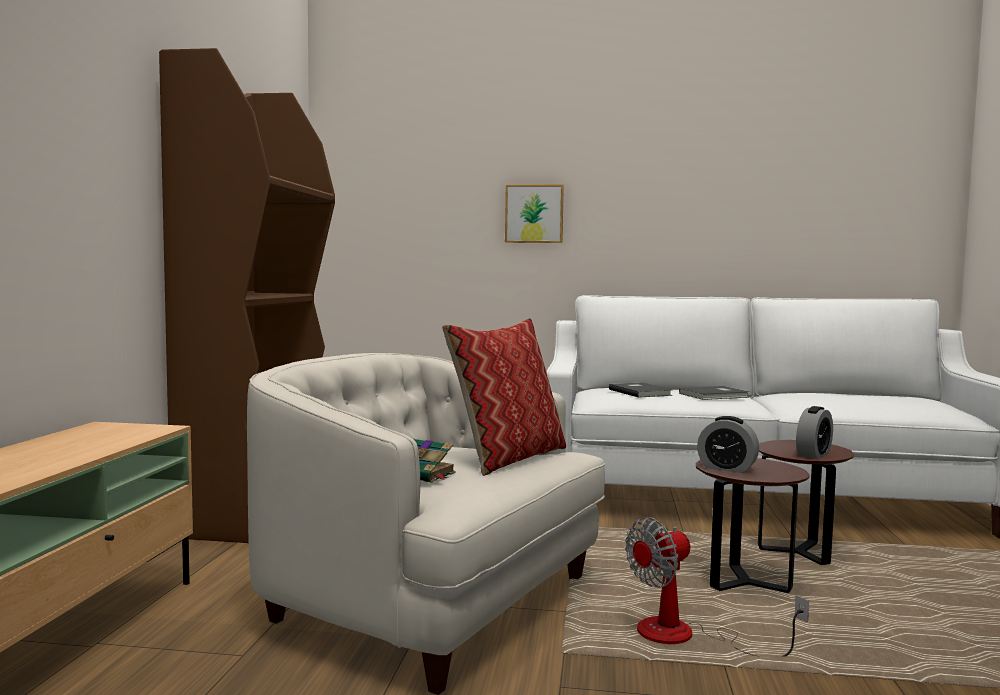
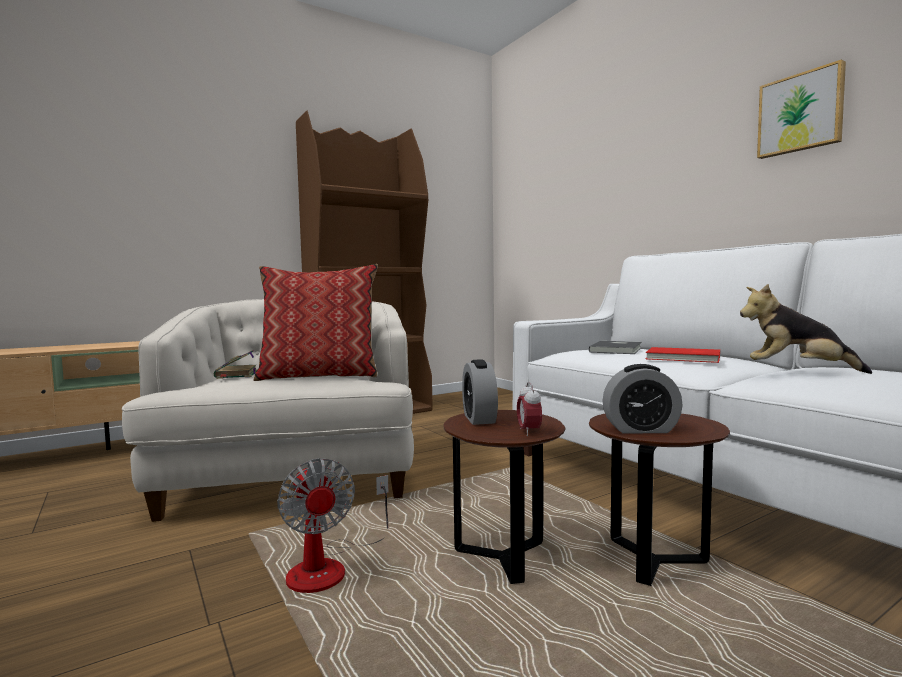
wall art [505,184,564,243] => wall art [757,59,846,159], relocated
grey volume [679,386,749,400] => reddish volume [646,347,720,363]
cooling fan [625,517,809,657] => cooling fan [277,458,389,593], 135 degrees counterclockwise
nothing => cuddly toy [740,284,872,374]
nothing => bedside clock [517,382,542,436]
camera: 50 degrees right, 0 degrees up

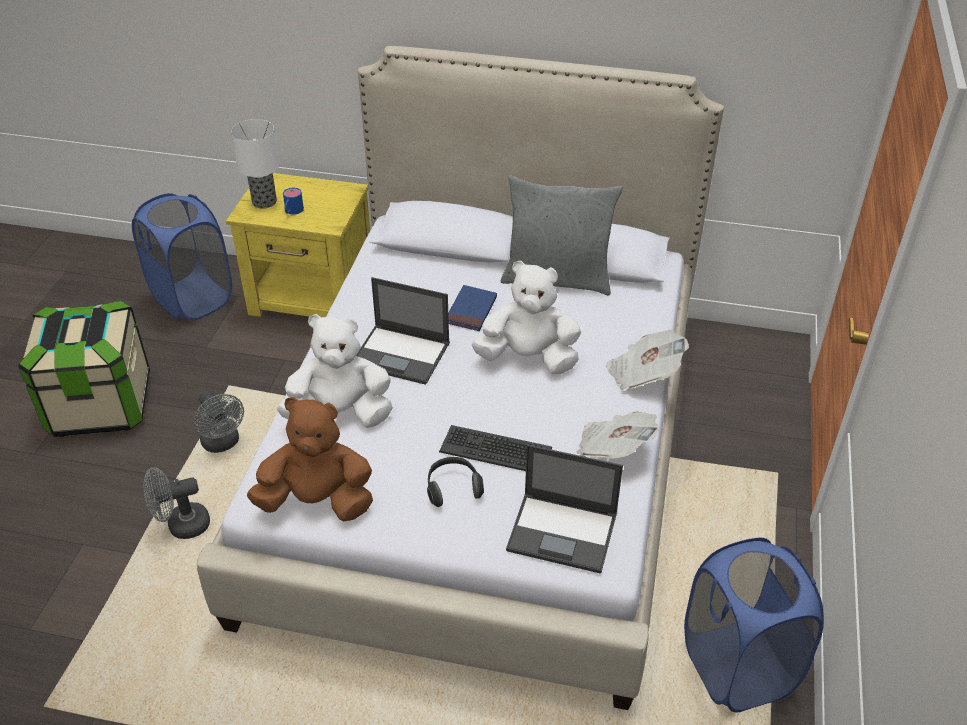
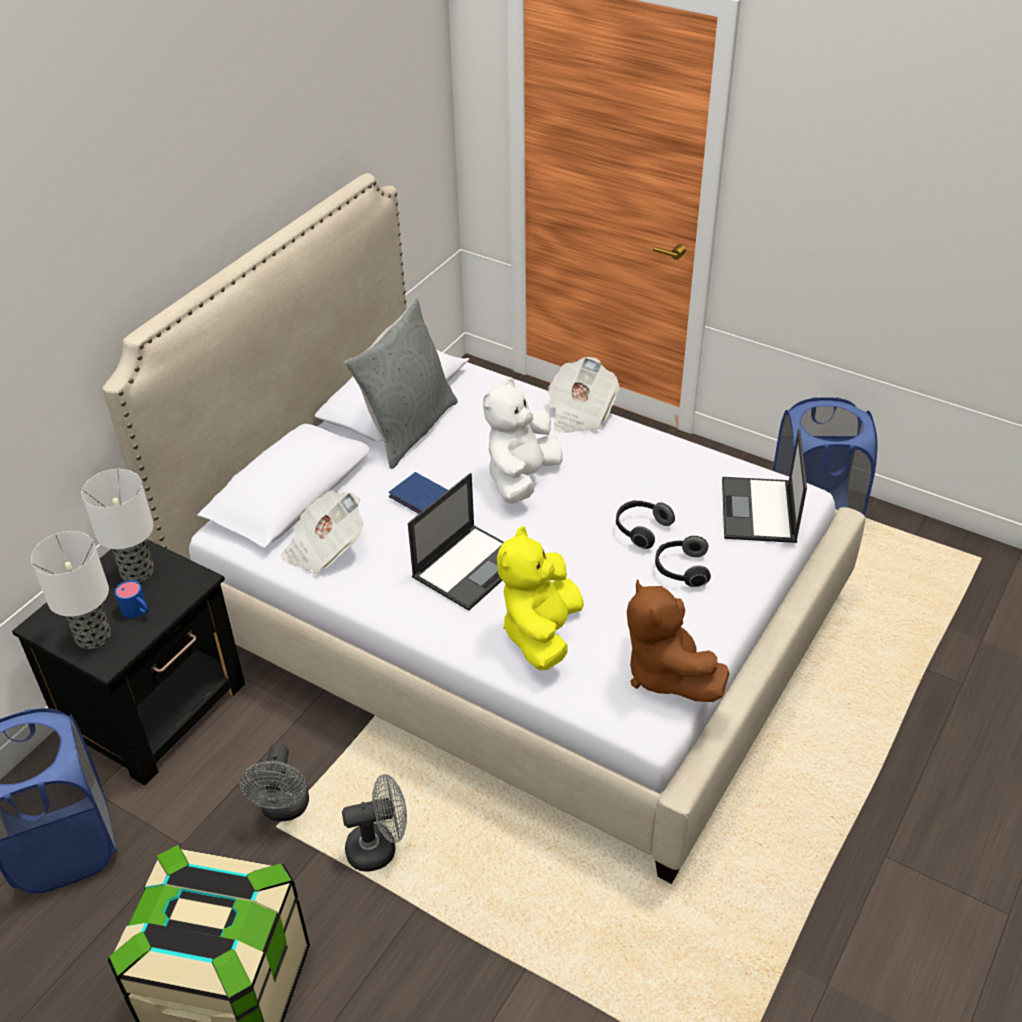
yellow-coloured bedside table [226,173,370,317] => black bedside table [12,539,245,785]
whitish cuddly toy [277,314,393,428] => yellow-coloured cuddly toy [497,526,584,670]
brown cuddly toy [247,397,373,522] => brown cuddly toy [627,579,730,702], 45 degrees counterclockwise
newspaper [576,411,658,459] => newspaper [281,491,363,574], relocated
computer keyboard [439,425,552,471] => headset [616,500,675,549]
notebook computer [506,445,623,574] => notebook computer [722,428,807,543], 150 degrees clockwise
grey cooling fan [143,467,210,539] => grey cooling fan [239,744,309,821], relocated
nothing => tabletop lamp [82,469,154,582]
camera: 70 degrees left, 0 degrees up

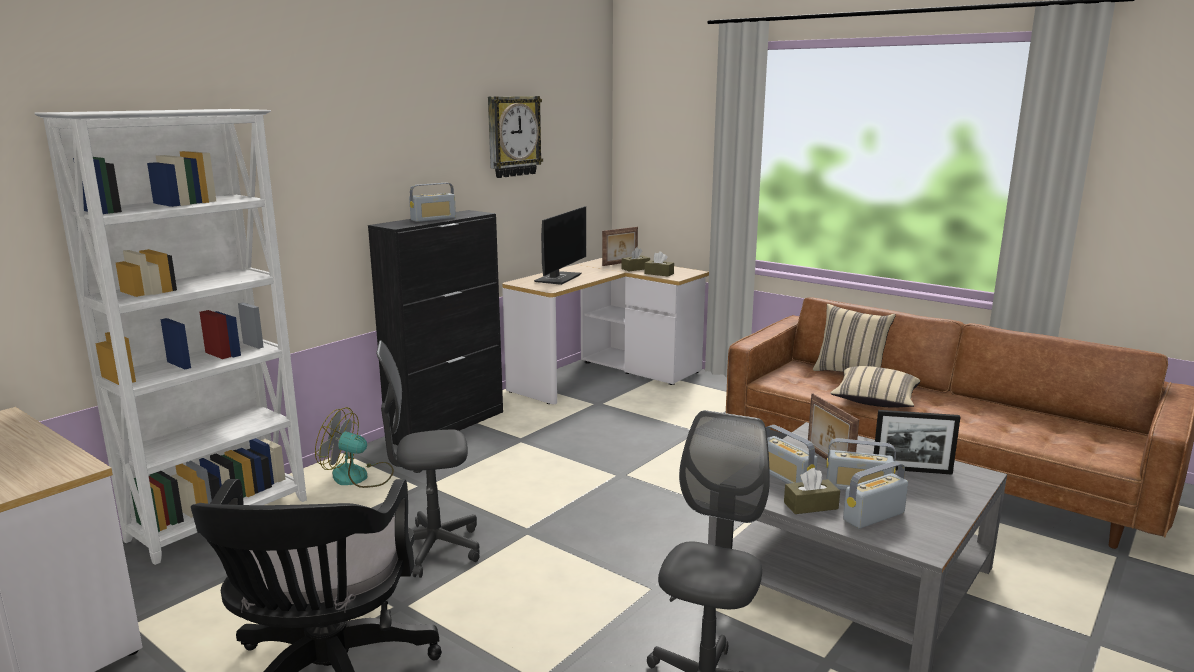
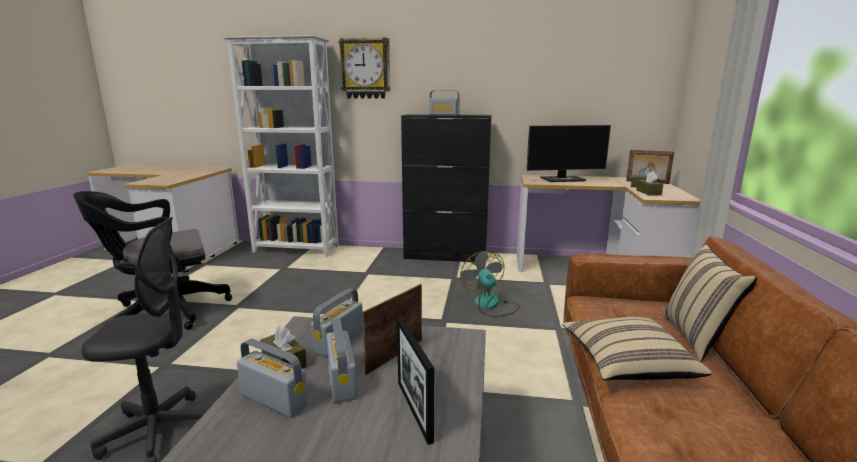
clock on the wall [488,96,543,178] => clock on the wall [338,38,390,99], relocated
grey desk chair [376,341,480,578] => nothing
cooling fan [315,407,394,488] => cooling fan [460,251,520,317], relocated
camera: 60 degrees right, 0 degrees up

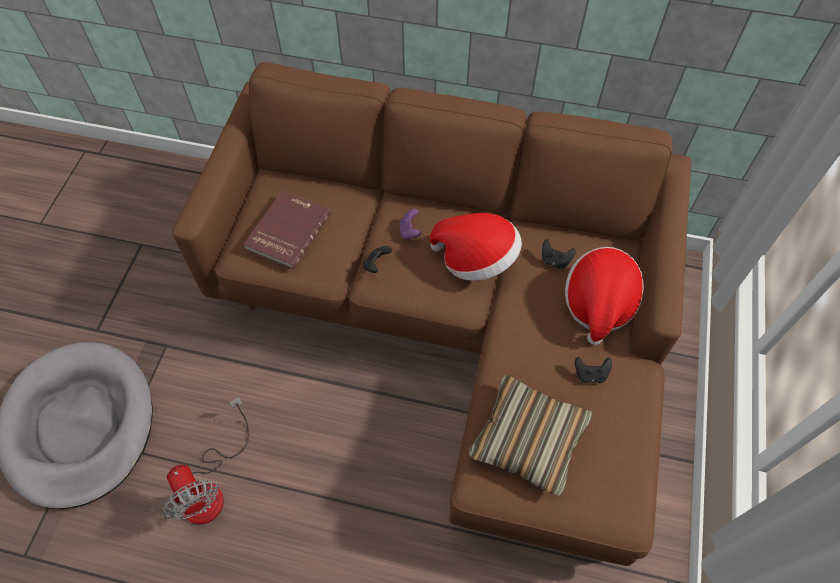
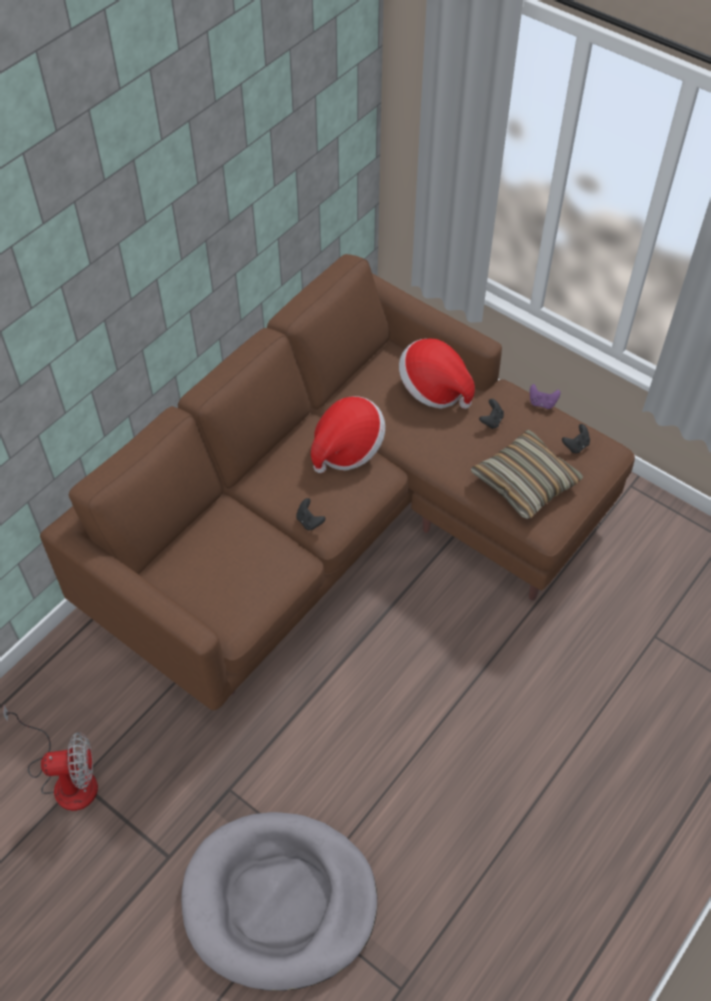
reddish volume [243,190,331,269] => nothing
purplish gamepad [399,209,422,240] => purplish gamepad [530,384,560,409], relocated
black gamepad [542,239,576,269] => black gamepad [562,424,590,453], relocated
cooling fan [163,397,249,524] => cooling fan [3,705,98,811], relocated
camera: 65 degrees left, 5 degrees down

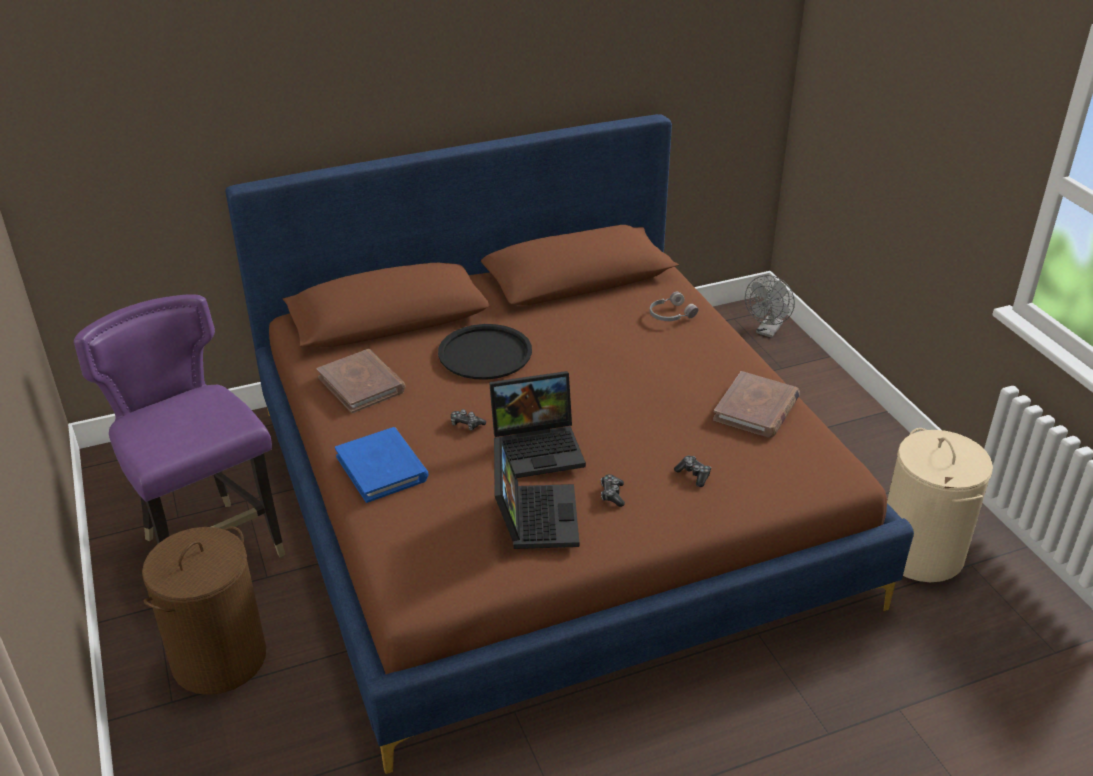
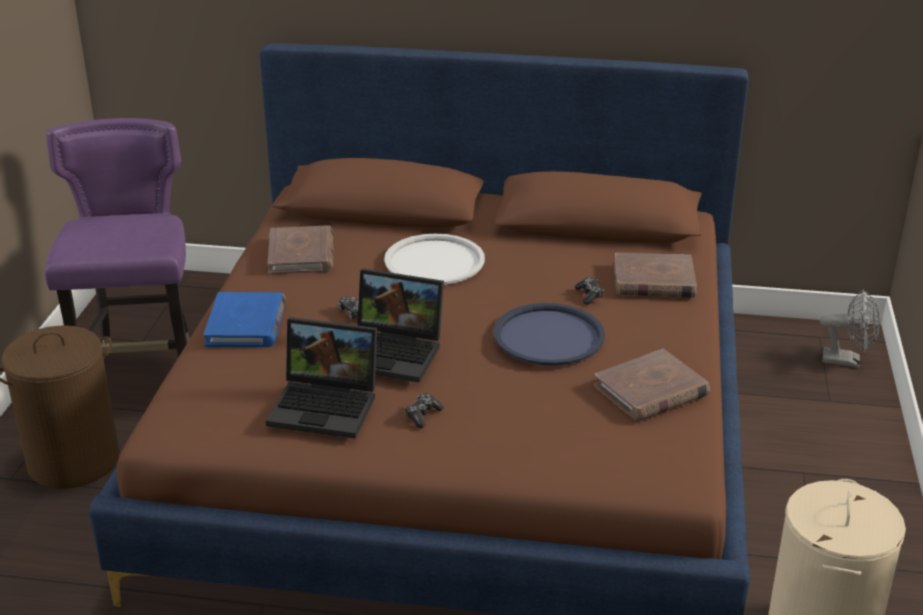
grey cooling fan [745,275,795,338] => grey cooling fan [820,289,880,368], 135 degrees counterclockwise
grey headset [650,292,699,321] => brown volume [614,253,697,298]
black tray [438,324,532,380] => whitish tray [384,234,485,285]
notebook computer [494,437,579,549] => notebook computer [266,317,377,439], 75 degrees clockwise
gamepad [674,456,711,487] => gamepad [575,277,604,305], relocated
nothing => blue-coloured tray [494,303,605,366]
camera: 30 degrees right, 5 degrees down

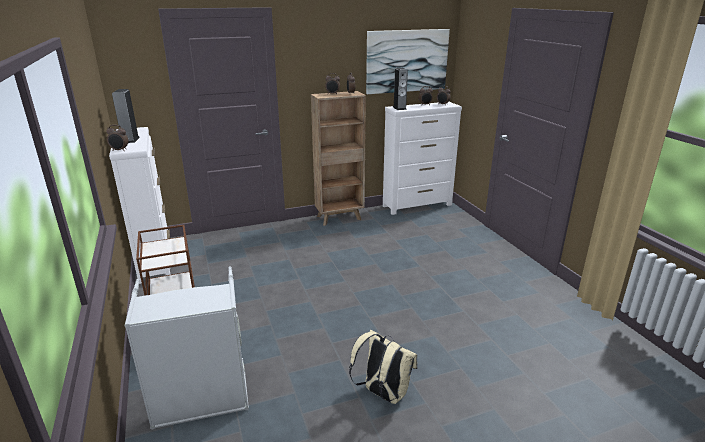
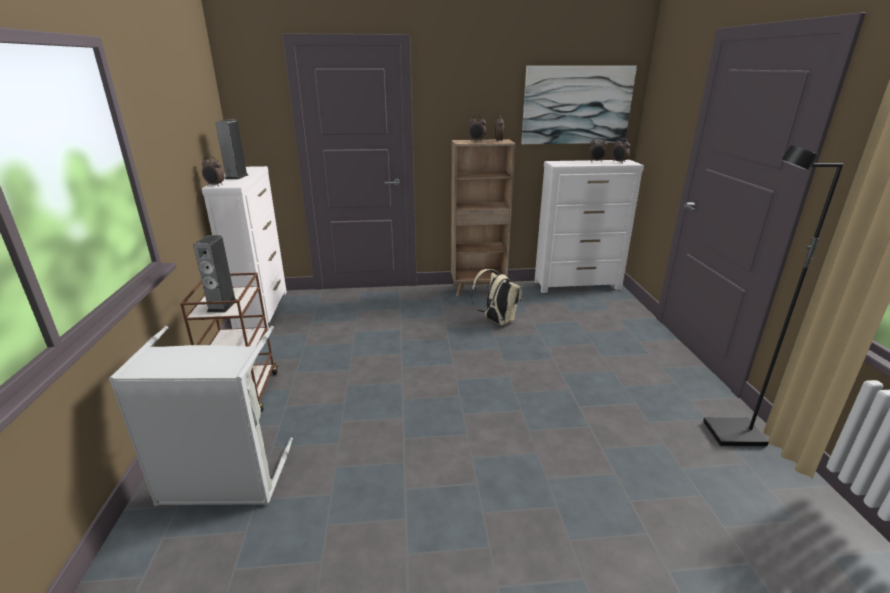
audio speaker [393,68,408,110] => audio speaker [193,235,237,313], relocated
beige-coloured knapsack [349,330,418,404] => beige-coloured knapsack [471,269,522,325], relocated
nothing => black floor lamp [703,145,844,447]
camera: 15 degrees right, 0 degrees up

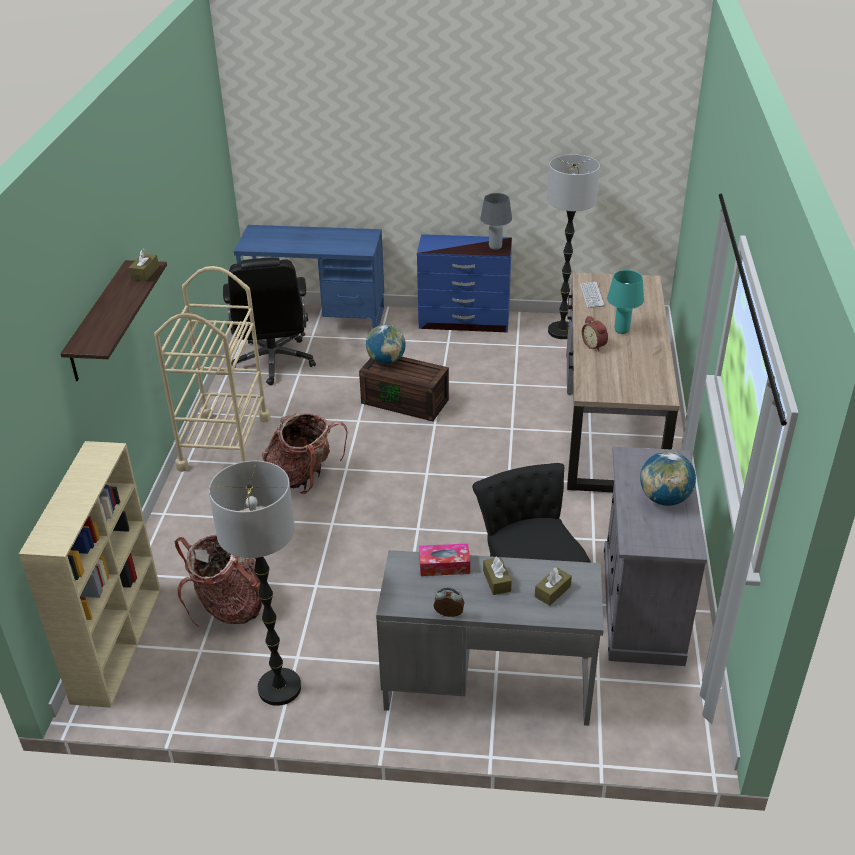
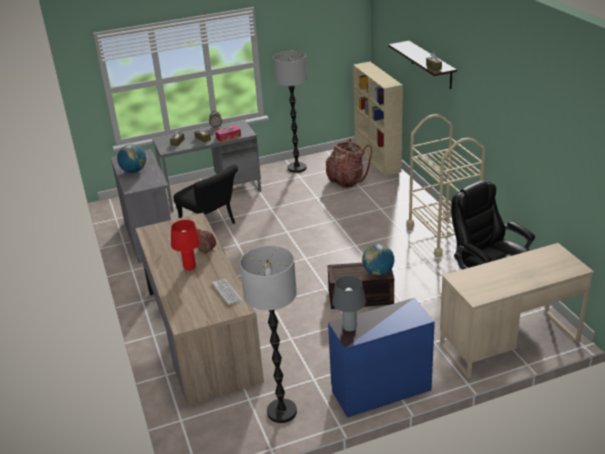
blue-coloured desk [234,225,384,329] => beige-coloured desk [440,243,594,379]
turquoise-coloured tabletop lamp [607,270,644,334] => reddish tabletop lamp [171,220,201,271]
knapsack [262,412,348,494] => nothing
camera: 155 degrees right, 5 degrees down

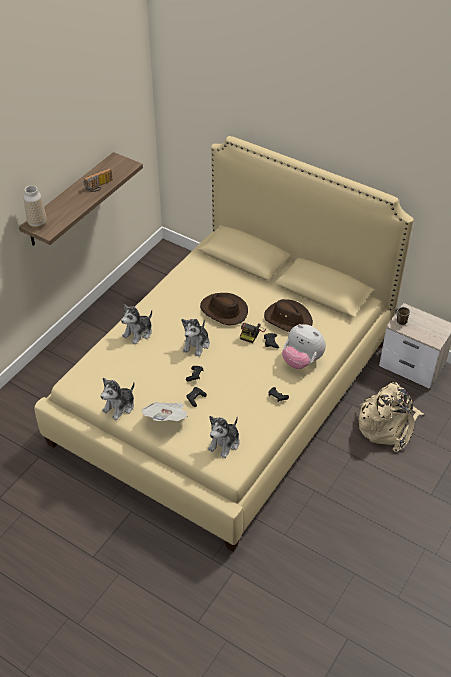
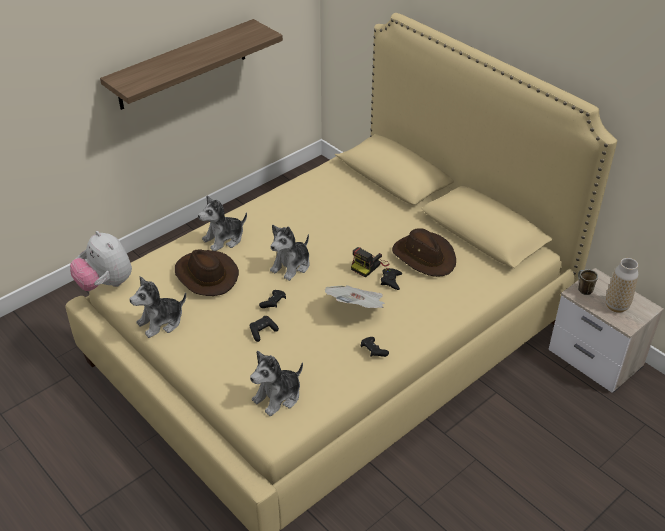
radio set [83,168,113,192] => nothing
flower vase [24,185,46,228] => flower vase [605,258,638,313], relocated
brown wearable hat [200,293,248,325] => brown wearable hat [175,249,239,296], relocated
cuddly toy [282,324,326,369] => cuddly toy [70,231,132,291], relocated
beige-coloured knapsack [358,382,424,452] => nothing
newspaper [141,402,188,421] => newspaper [325,285,385,308], relocated
camera: 15 degrees right, 5 degrees down

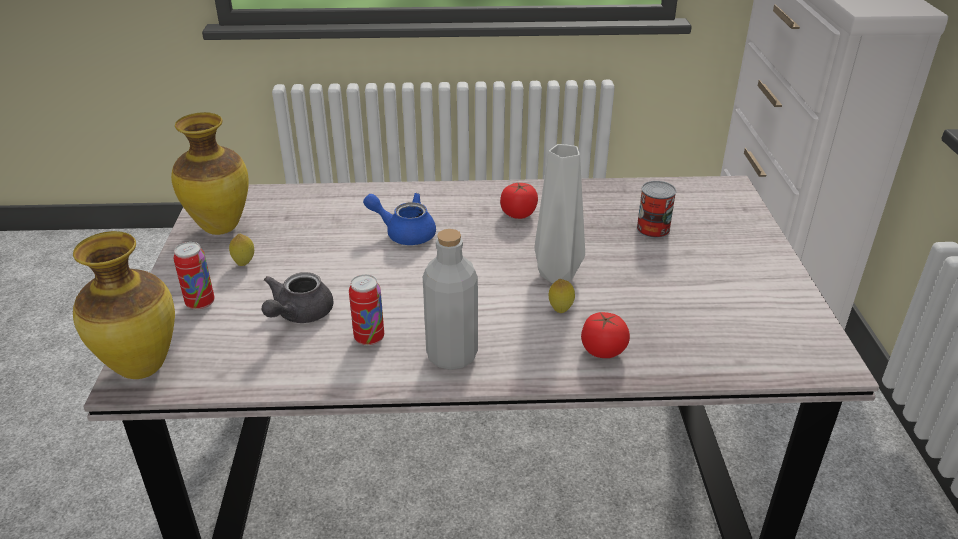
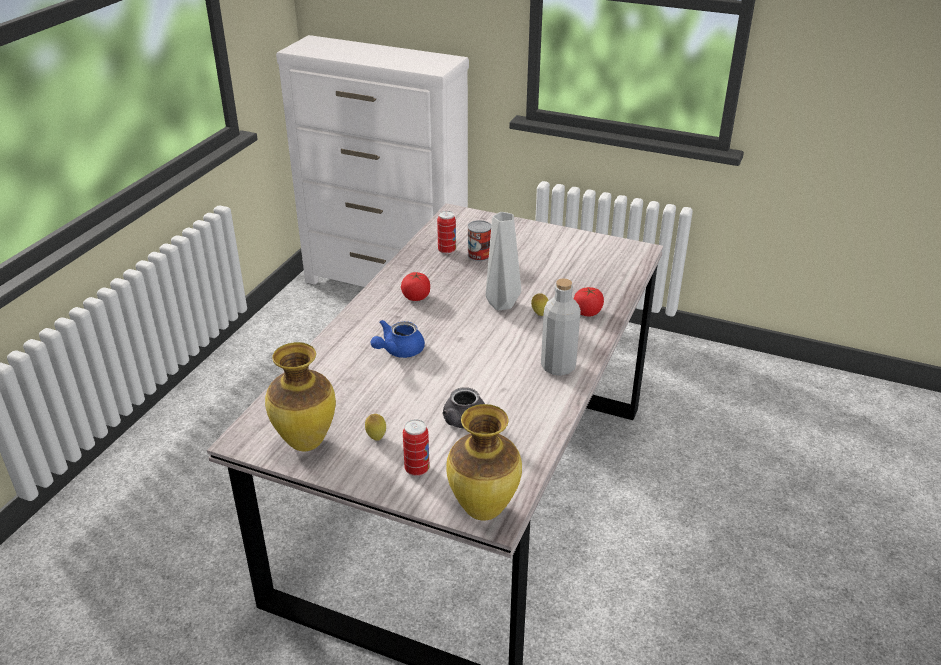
can [349,274,384,346] => can [437,211,456,254], relocated
camera: 65 degrees left, 0 degrees up

